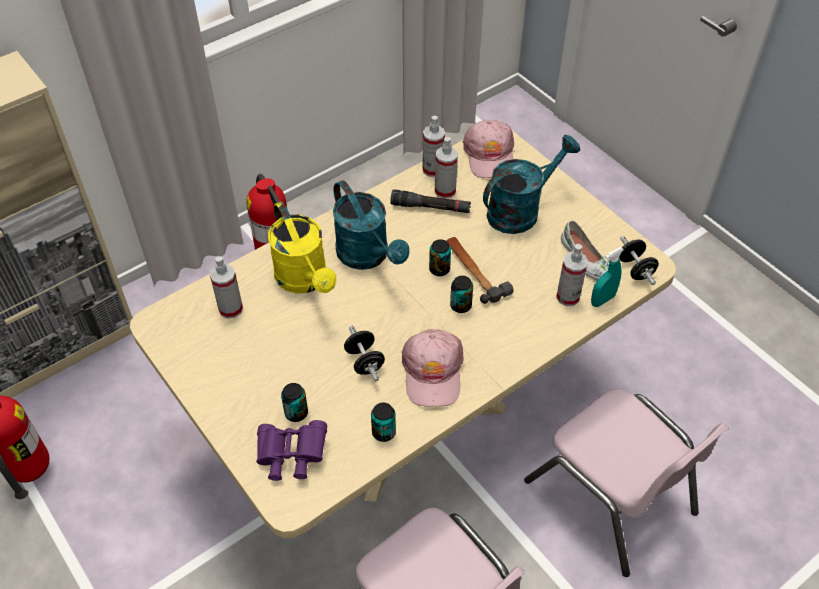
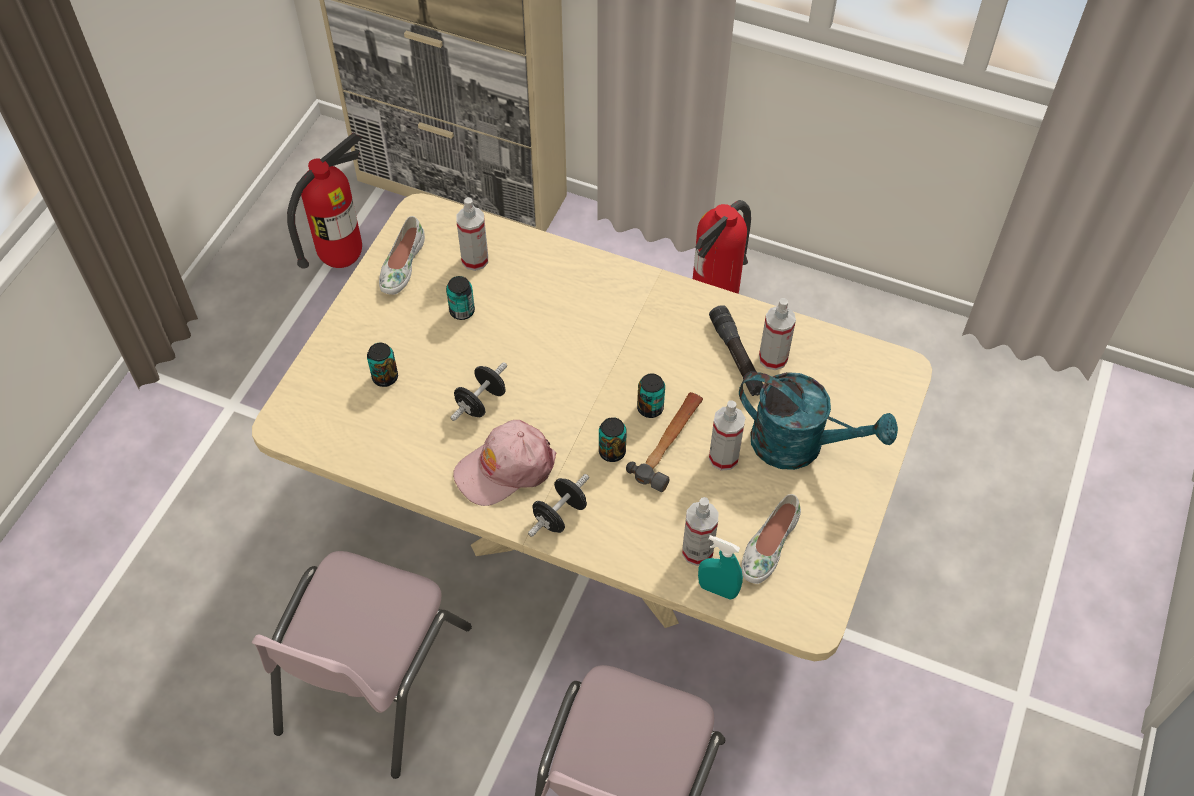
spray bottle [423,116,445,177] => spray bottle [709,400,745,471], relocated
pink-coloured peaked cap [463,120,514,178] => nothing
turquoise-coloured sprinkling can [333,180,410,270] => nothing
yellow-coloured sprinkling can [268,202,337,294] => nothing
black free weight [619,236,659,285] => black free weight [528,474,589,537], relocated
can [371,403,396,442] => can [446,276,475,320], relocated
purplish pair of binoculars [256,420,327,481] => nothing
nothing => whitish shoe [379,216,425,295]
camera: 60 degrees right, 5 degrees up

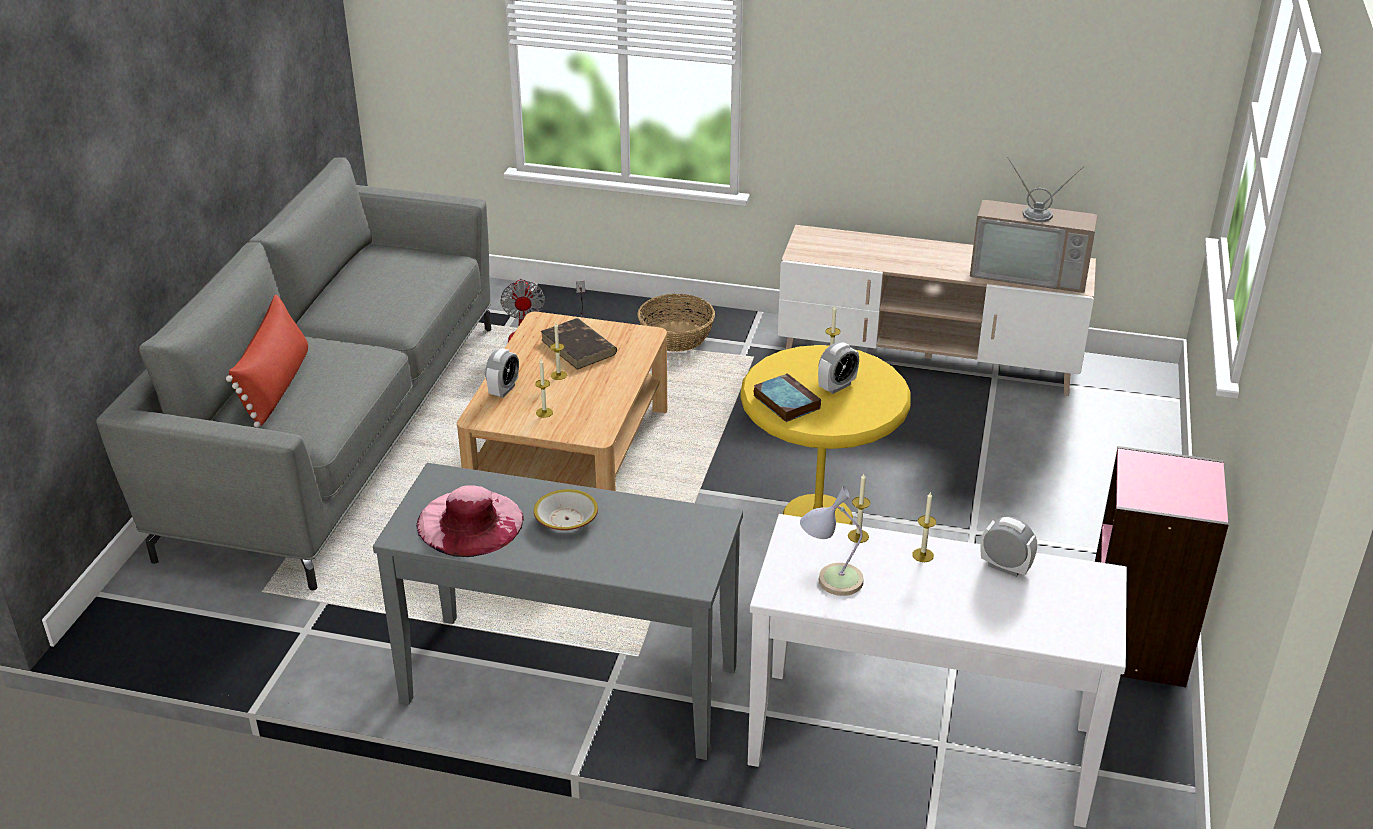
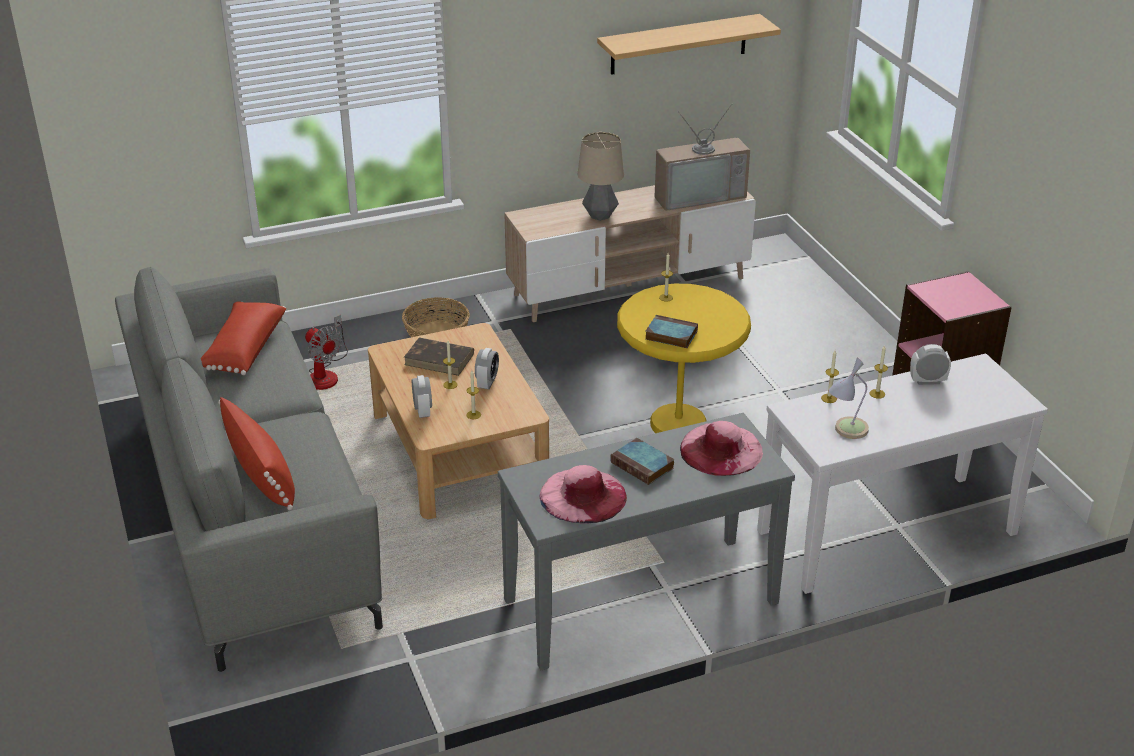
bedside clock [818,342,859,394] => bedside clock [475,348,499,389], relocated
deep dish [534,489,598,531] => volume [611,438,675,485]
nothing => wall shelf [597,14,781,75]
nothing => tabletop lamp [578,132,624,221]
nothing => reddish cushion [201,301,286,375]
nothing => pink-coloured wearable hat [680,421,763,476]
camera: 35 degrees left, 0 degrees up

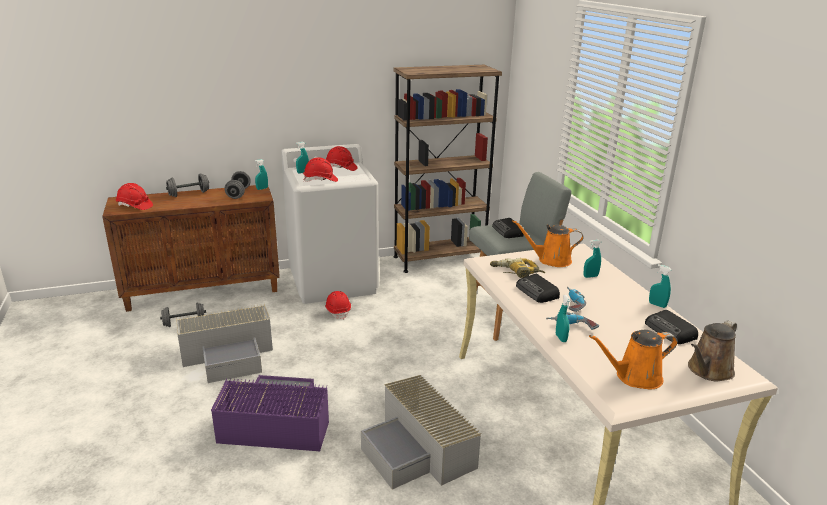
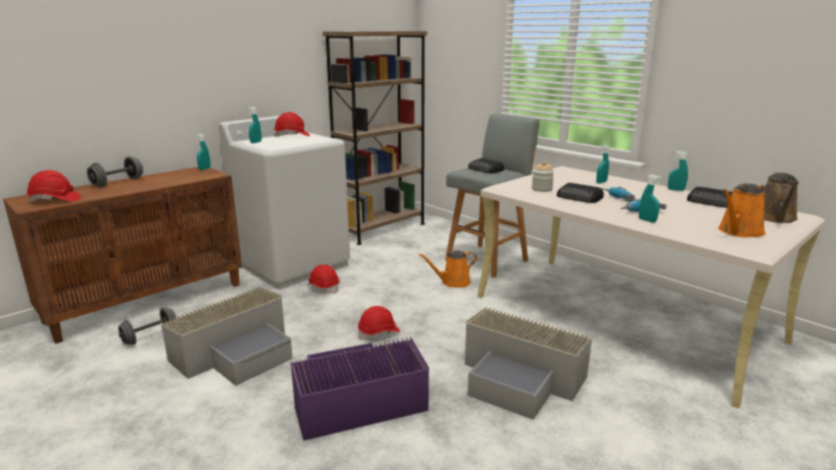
reddish hard hat [303,157,338,182] => reddish hard hat [358,306,400,340], relocated
grey free weight [225,171,251,199] => nothing
orange sprinkling can [512,220,584,267] => orange sprinkling can [419,250,477,288], relocated
electric drill [490,258,545,278] => storage jar [532,162,554,192]
camera: 25 degrees left, 5 degrees down

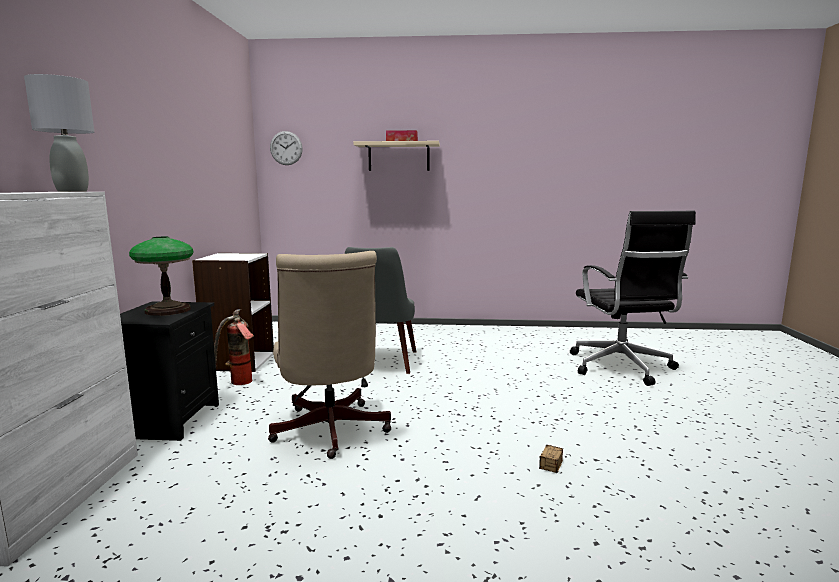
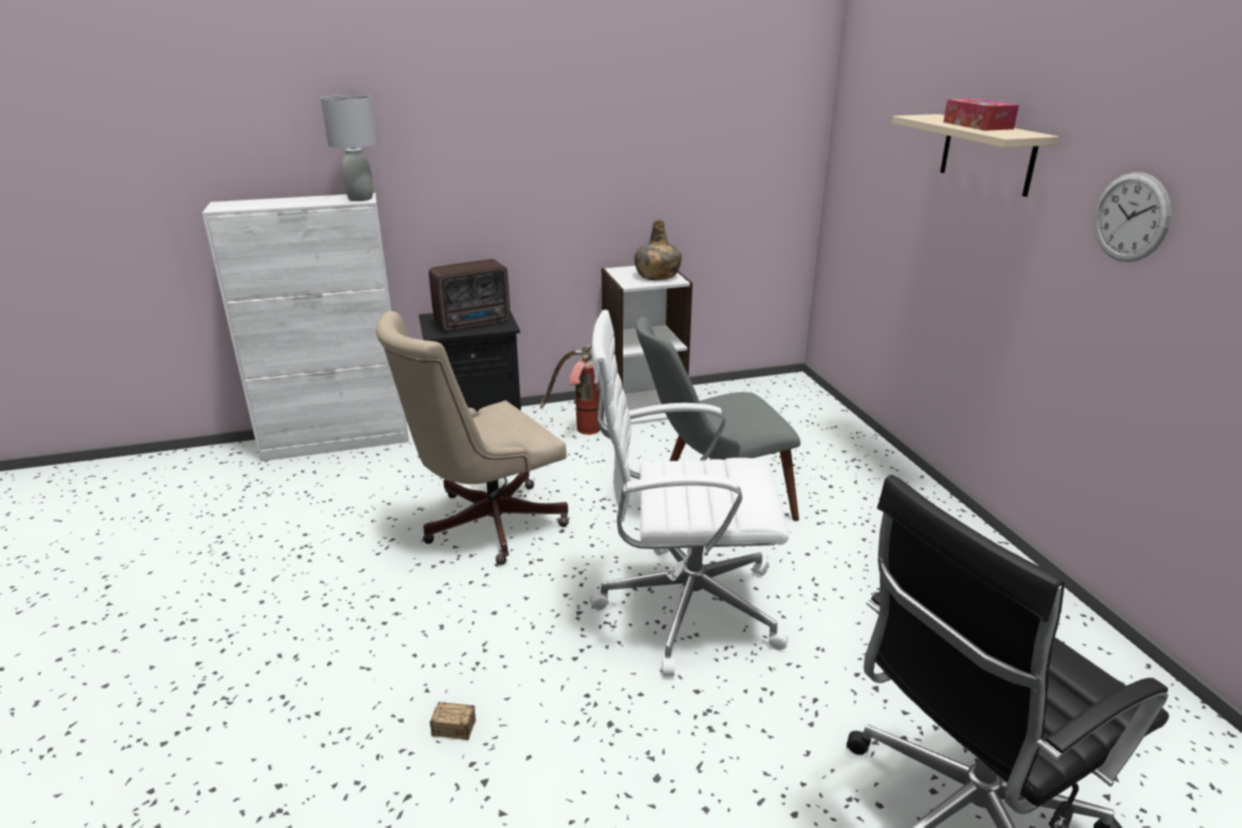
clock on the wall [270,131,303,165] => clock on the wall [1094,172,1171,262], relocated
tabletop lamp [129,237,193,316] => radio set [429,259,510,331]
nothing => green-coloured bottle [634,220,682,280]
nothing => whitish desk chair [590,310,789,676]
camera: 70 degrees right, 15 degrees up

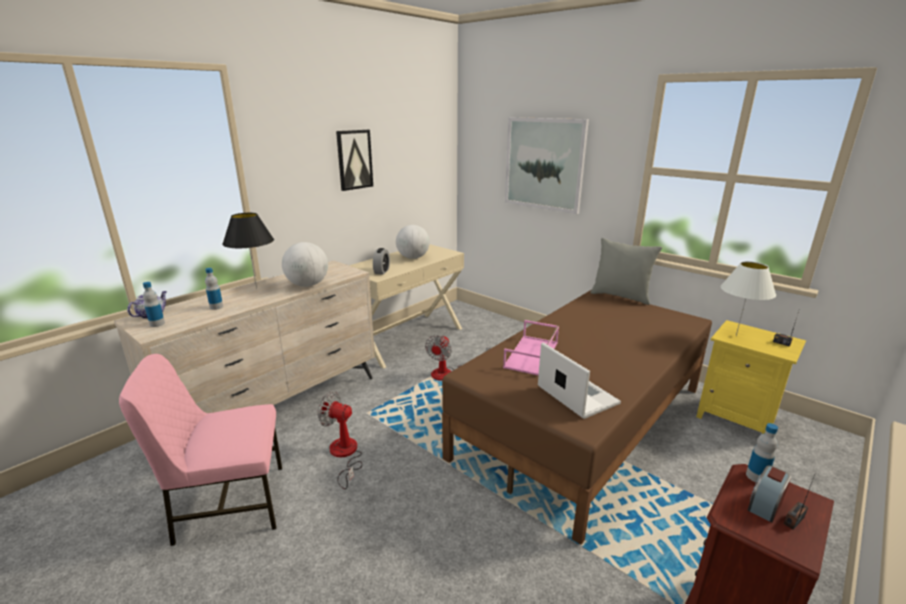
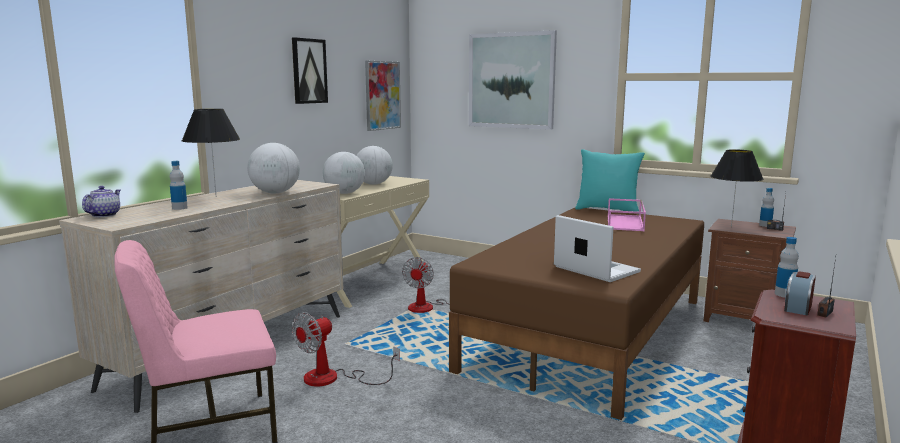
grey cushion [590,238,662,305] => turquoise-coloured cushion [575,149,645,214]
bedside clock [373,248,390,275] => world globe [323,152,365,194]
whitish tabletop lamp [720,261,776,336] => black tabletop lamp [710,149,763,227]
bottle [143,282,165,327] => bottle [759,188,774,227], relocated
pink-coloured tray [503,320,559,375] => pink-coloured tray [608,198,646,231], relocated
yellow-coloured bedside table [696,320,806,434] => brown bedside table [704,219,796,322]
cooling fan [317,391,362,489] => cooling fan [292,312,400,387], 60 degrees counterclockwise
nothing => wall art [365,61,401,131]
camera: 10 degrees left, 10 degrees down

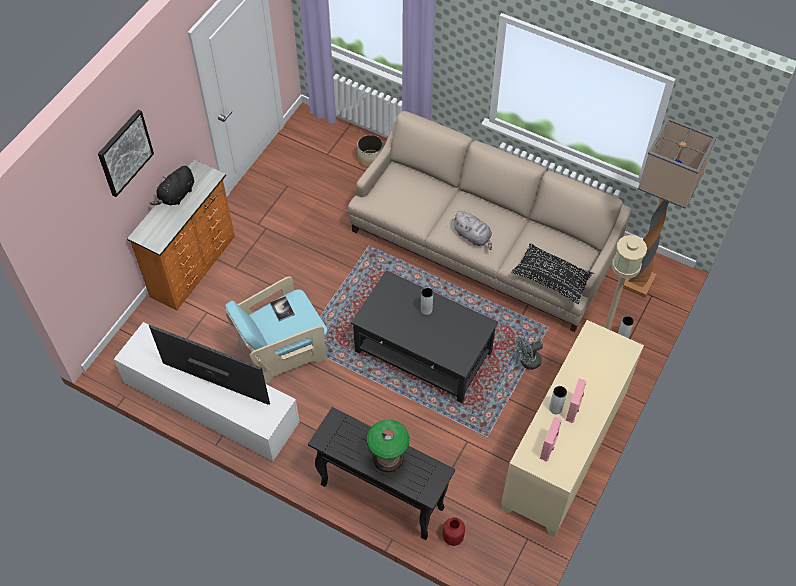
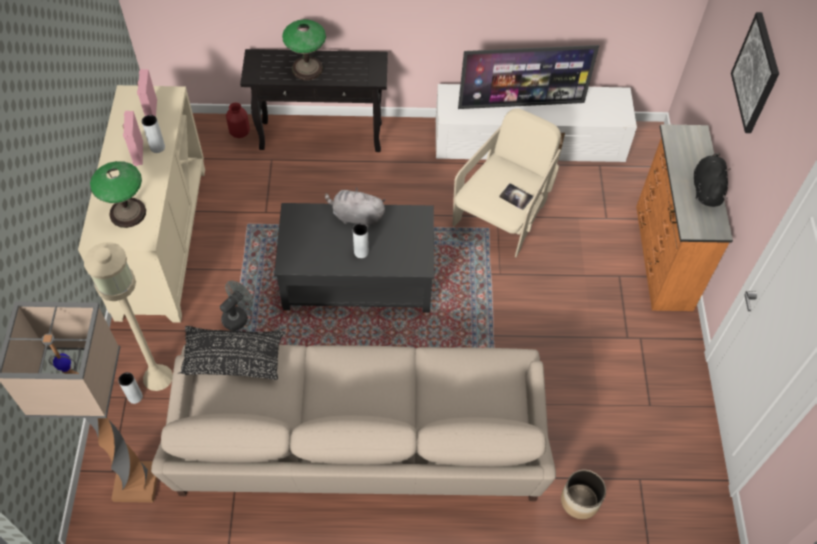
grey cuddly toy [452,211,492,250] => grey cuddly toy [325,187,385,227], relocated
turquoise-coloured lounge chair [225,276,327,384] => beige-coloured lounge chair [453,108,561,257]
nothing => tabletop lamp [90,161,146,228]
camera: 150 degrees right, 0 degrees up

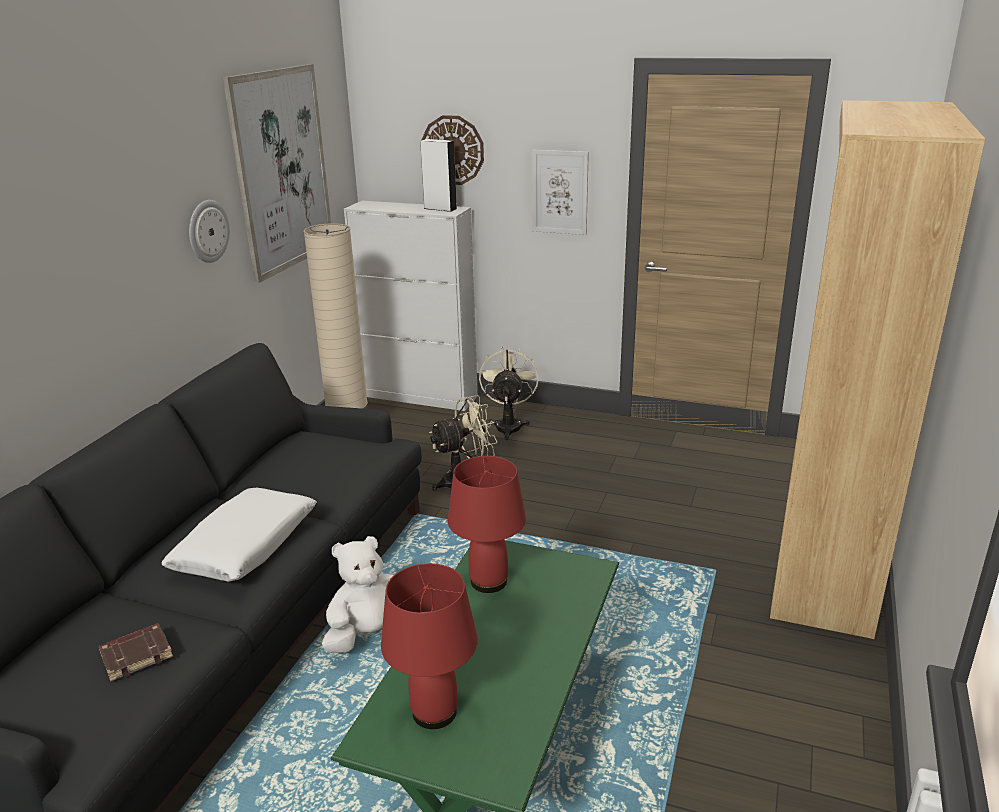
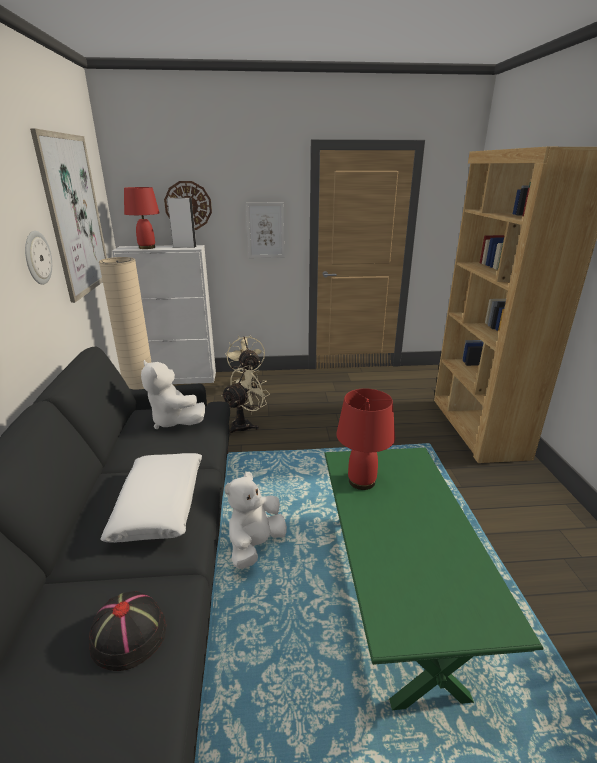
reddish tabletop lamp [381,563,478,729] => reddish tabletop lamp [124,187,160,249], relocated
brown volume [98,623,173,682] => black wearable hat [89,591,166,671]
nothing => whitish cuddly toy [141,360,205,429]
camera: 25 degrees left, 0 degrees up

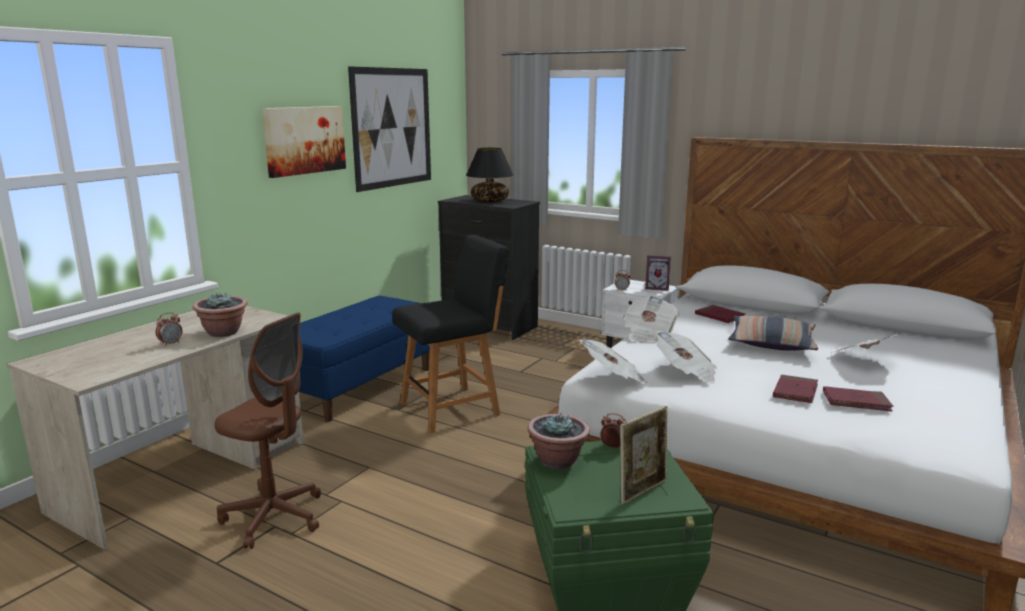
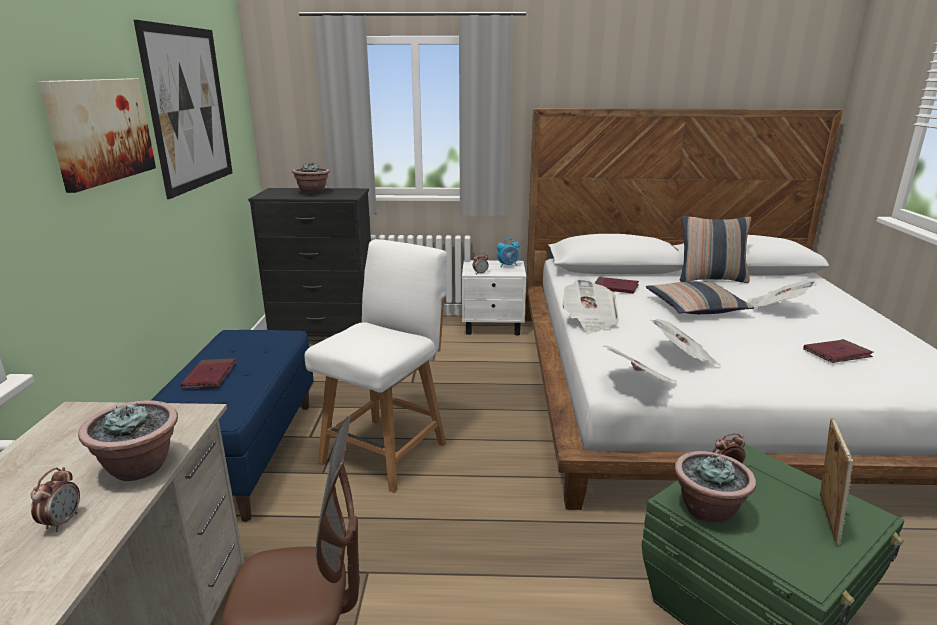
black tabletop lamp [466,148,513,202] => houseplant [292,163,330,195]
black chair [392,235,509,433] => whitish chair [304,239,447,493]
standing frame [645,255,671,291] => bedside clock [497,238,519,267]
reddish volume [773,375,818,403] => reddish volume [180,358,236,389], relocated
nothing => cushion [680,216,751,283]
camera: 30 degrees left, 5 degrees up

